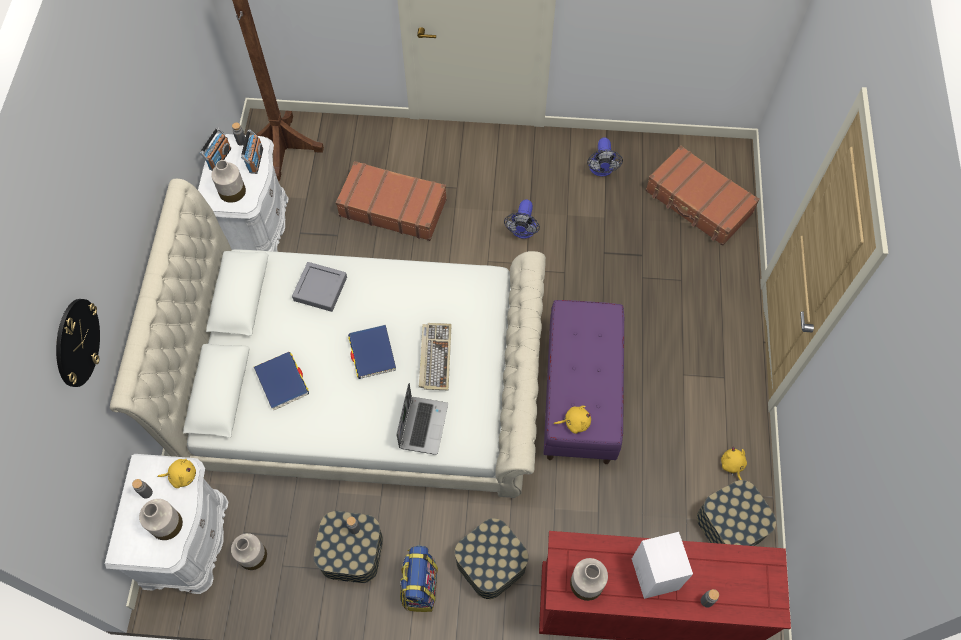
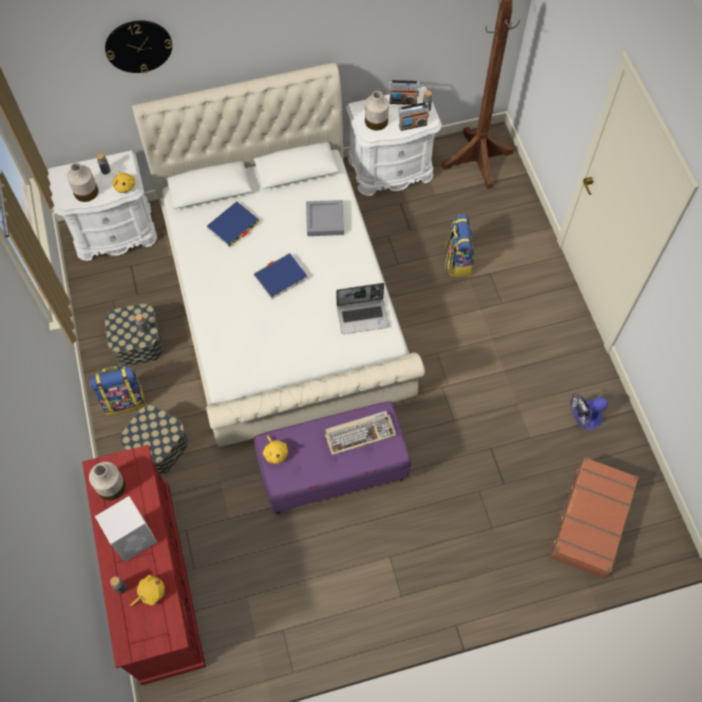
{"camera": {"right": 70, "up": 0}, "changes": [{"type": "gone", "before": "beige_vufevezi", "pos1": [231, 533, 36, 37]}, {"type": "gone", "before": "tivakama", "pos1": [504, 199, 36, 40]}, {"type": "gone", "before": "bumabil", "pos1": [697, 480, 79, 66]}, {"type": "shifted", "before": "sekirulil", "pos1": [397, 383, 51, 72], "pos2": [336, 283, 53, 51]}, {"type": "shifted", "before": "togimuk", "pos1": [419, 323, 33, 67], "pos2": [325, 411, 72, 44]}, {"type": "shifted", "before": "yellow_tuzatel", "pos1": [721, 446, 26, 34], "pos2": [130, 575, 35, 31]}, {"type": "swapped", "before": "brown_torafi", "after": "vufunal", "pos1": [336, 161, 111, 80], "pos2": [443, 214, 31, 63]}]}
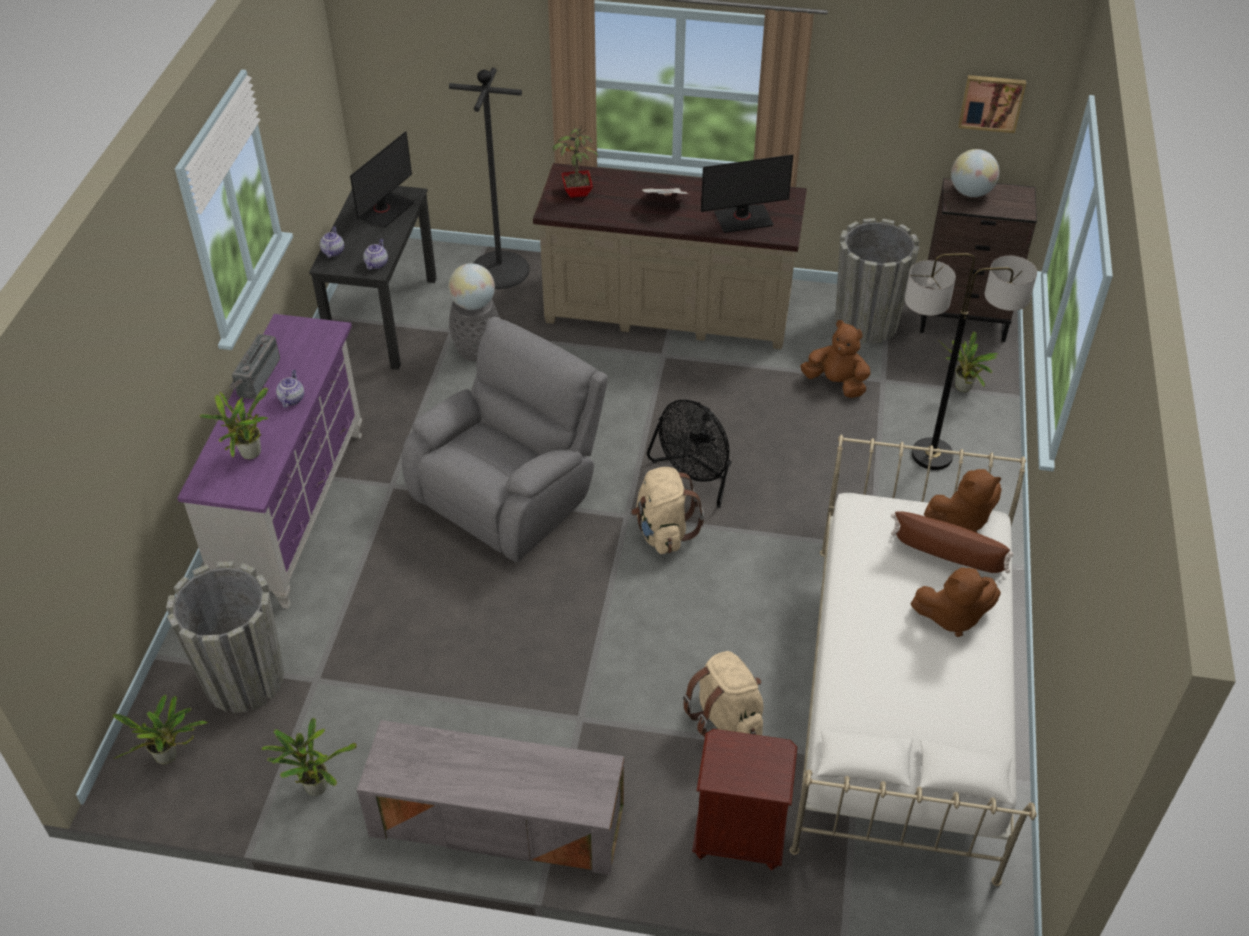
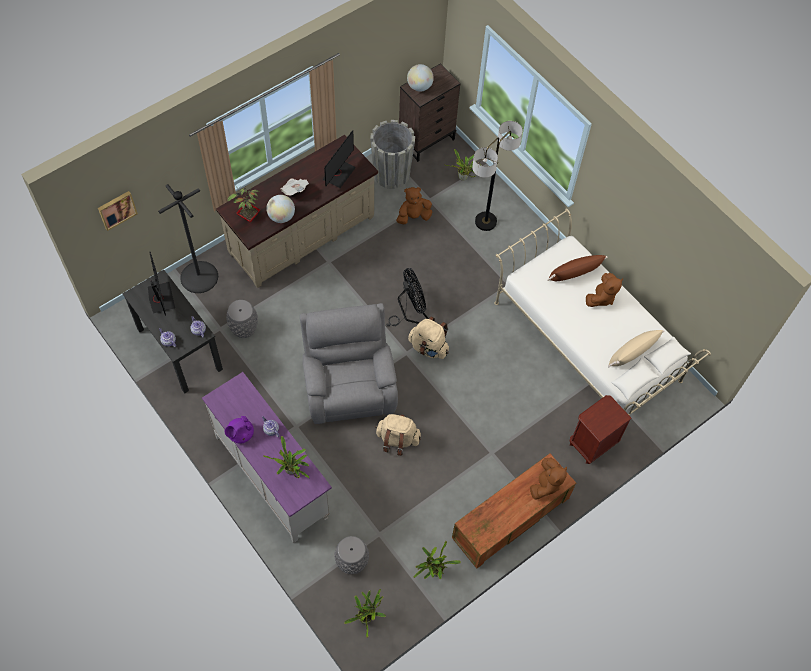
{"camera": {"right": -50, "up": 15}, "changes": [{"type": "new", "after": "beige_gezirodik", "pos2": [608, 330, 57, 37]}, {"type": "shifted", "before": "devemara", "pos1": [448, 263, 47, 47], "pos2": [266, 195, 29, 28]}, {"type": "shifted", "before": "beige_vufunal", "pos1": [683, 651, 80, 86], "pos2": [375, 414, 46, 42]}, {"type": "shifted", "before": "brown_tuzatel", "pos1": [924, 469, 78, 64], "pos2": [530, 458, 37, 42]}, {"type": "shifted", "before": "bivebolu", "pos1": [958, 75, 68, 58], "pos2": [98, 191, 40, 40]}, {"type": "swapped", "before": "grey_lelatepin", "after": "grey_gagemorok", "pos1": [166, 561, 118, 152], "pos2": [335, 536, 34, 38]}, {"type": "swapped", "before": "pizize", "after": "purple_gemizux", "pos1": [229, 334, 51, 65], "pos2": [224, 416, 30, 28]}, {"type": "repainted", "before": "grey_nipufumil", "after": "brown_nipufumil", "pos1": [357, 720, 267, 155], "pos2": [452, 453, 124, 116]}, {"type": "rotated", "before": "black_tivakama", "pos1": [647, 400, 85, 108], "pos2": [385, 268, 44, 58], "turn": -105}]}
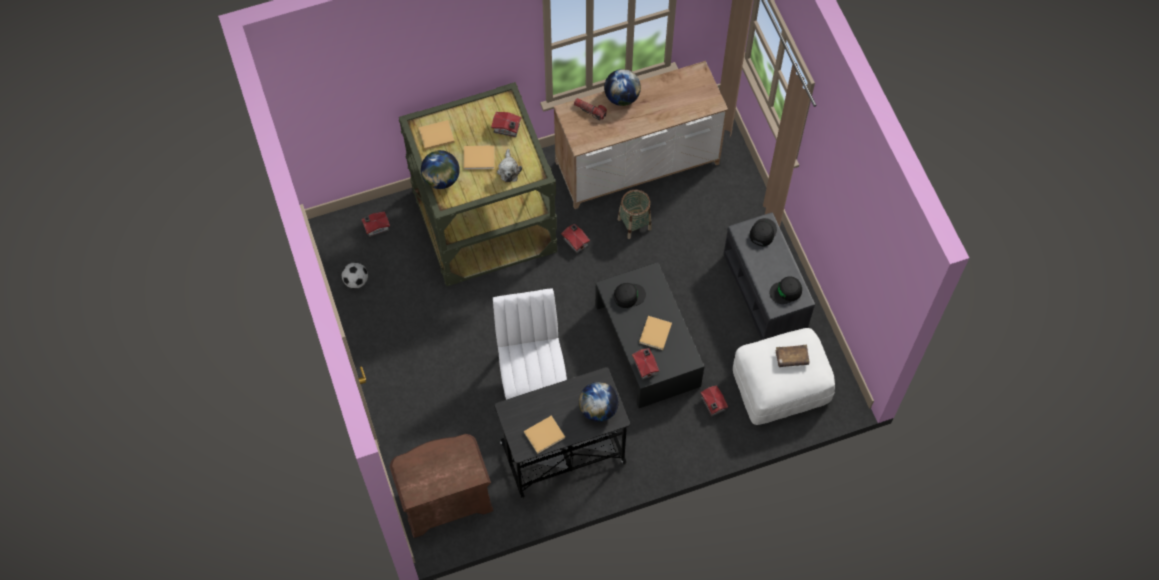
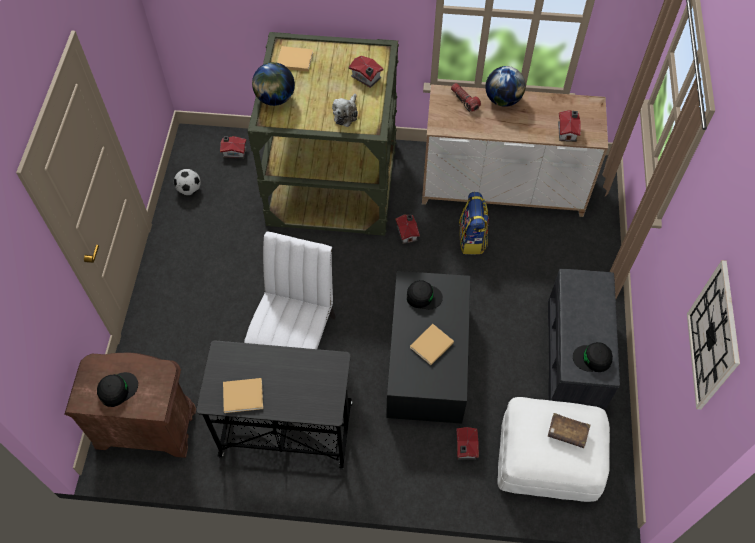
{"camera": {"right": 25, "up": -5}, "changes": [{"type": "gone", "before": "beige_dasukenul", "pos1": [464, 145, 31, 25]}, {"type": "gone", "before": "devemara", "pos1": [579, 382, 40, 40]}, {"type": "new", "after": "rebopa", "pos2": [687, 260, 53, 150]}, {"type": "shifted", "before": "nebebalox", "pos1": [632, 348, 27, 32], "pos2": [558, 110, 22, 32]}, {"type": "shifted", "before": "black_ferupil", "pos1": [750, 218, 27, 29], "pos2": [97, 372, 41, 35]}, {"type": "swapped", "before": "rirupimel", "after": "vufunal", "pos1": [618, 190, 34, 49], "pos2": [459, 192, 30, 62]}]}
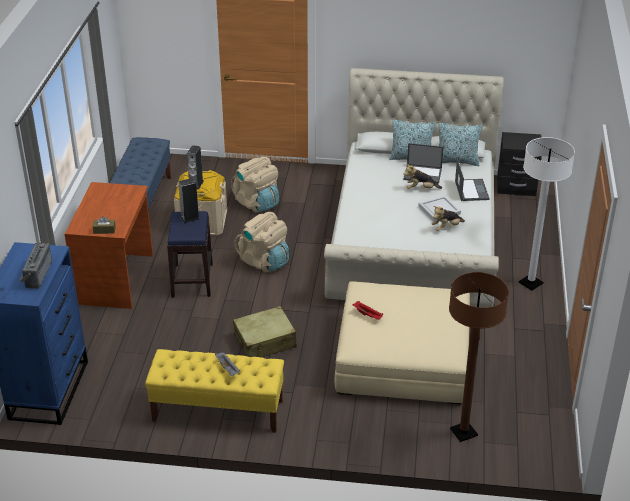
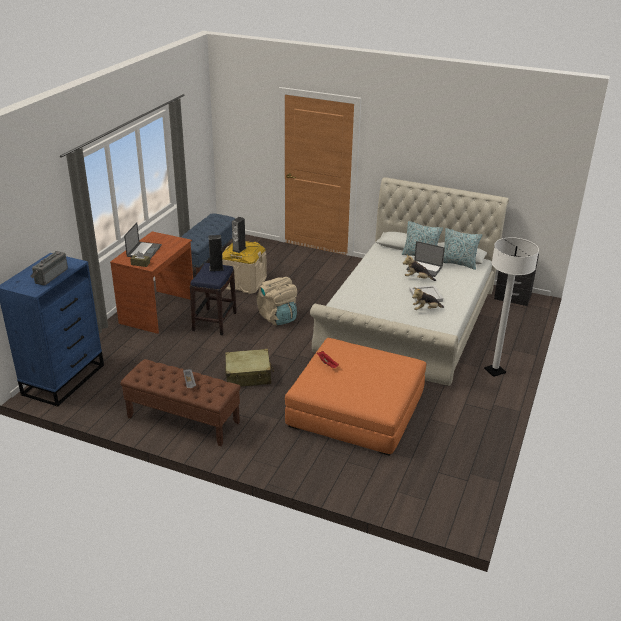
{"camera": {"right": 15, "up": -5}, "changes": [{"type": "gone", "before": "beige_vufunal", "pos1": [231, 157, 48, 56]}, {"type": "gone", "before": "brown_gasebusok", "pos1": [449, 272, 60, 170]}, {"type": "shifted", "before": "sekirulil", "pos1": [455, 159, 35, 42], "pos2": [124, 222, 38, 37]}, {"type": "repainted", "before": "yellow_nipufumil", "after": "brown_nipufumil", "pos1": [145, 349, 139, 84], "pos2": [120, 359, 121, 87]}, {"type": "repainted", "before": "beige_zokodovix", "after": "orange_zokodovix", "pos1": [335, 281, 135, 124], "pos2": [285, 338, 141, 118]}]}
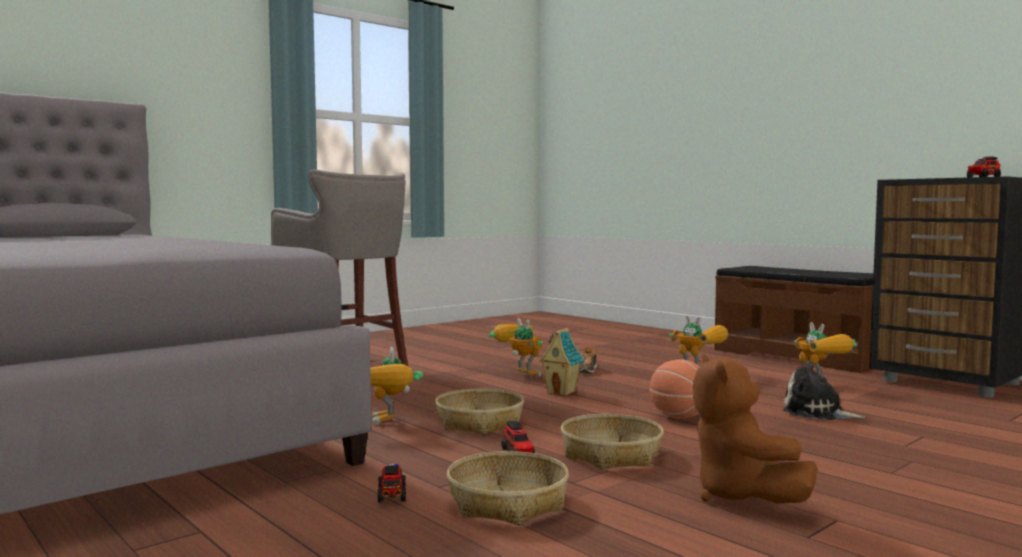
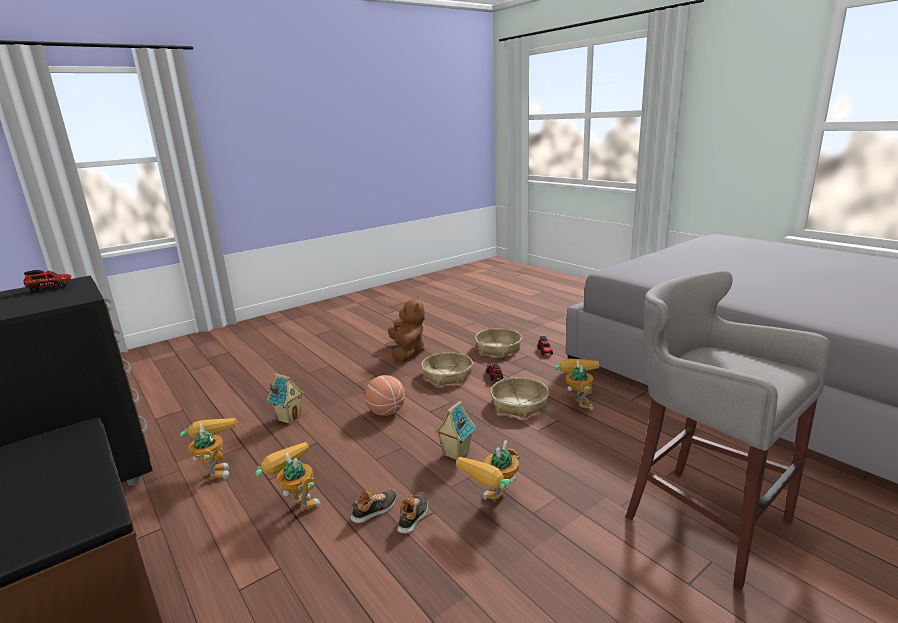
{"camera": {"right": -175, "up": 15}, "changes": [{"type": "new", "after": "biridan", "pos2": [350, 489, 47, 35]}, {"type": "swapped", "before": "tuzatel", "after": "nebebalox", "pos1": [783, 362, 82, 58], "pos2": [267, 374, 37, 50]}, {"type": "rotated", "before": "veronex", "pos1": [489, 318, 54, 58], "pos2": [456, 440, 64, 60], "turn": 75}]}
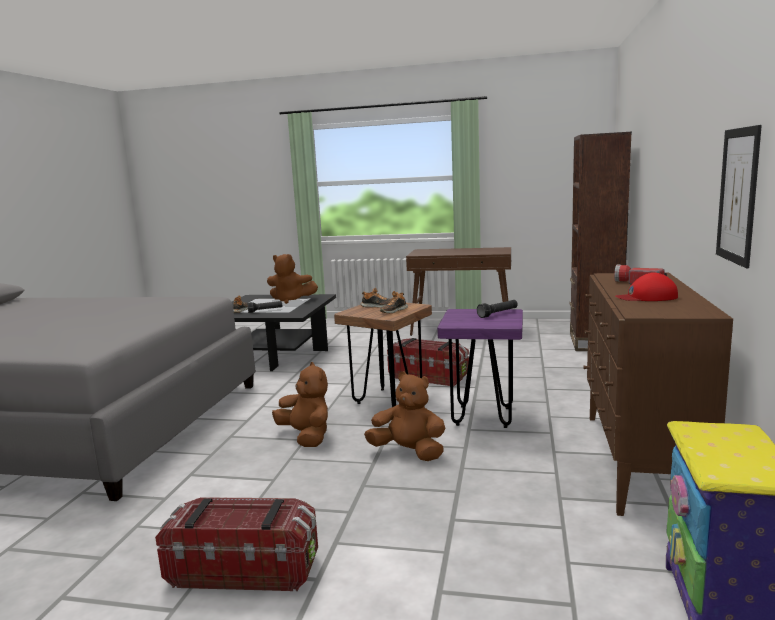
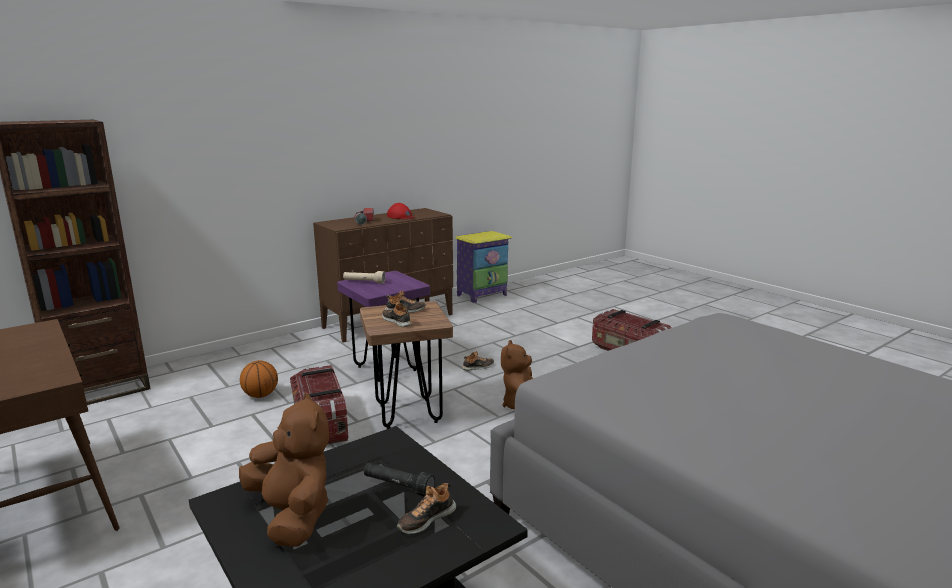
{"camera": {"right": -140, "up": 5}, "changes": [{"type": "gone", "before": "bivebolu", "pos1": [716, 125, 46, 143]}, {"type": "new", "after": "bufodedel", "pos2": [240, 360, 38, 38]}, {"type": "swapped", "before": "brown_tuzatel", "after": "biridan", "pos1": [364, 371, 81, 90], "pos2": [462, 351, 32, 20]}, {"type": "repainted", "before": "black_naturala", "after": "beige_naturala", "pos1": [477, 300, 41, 18], "pos2": [343, 271, 42, 13]}]}
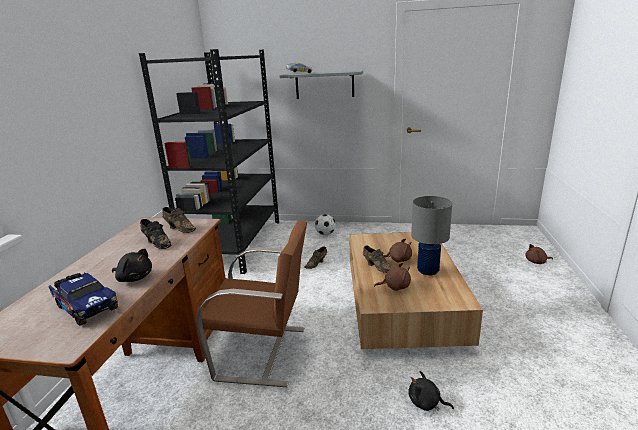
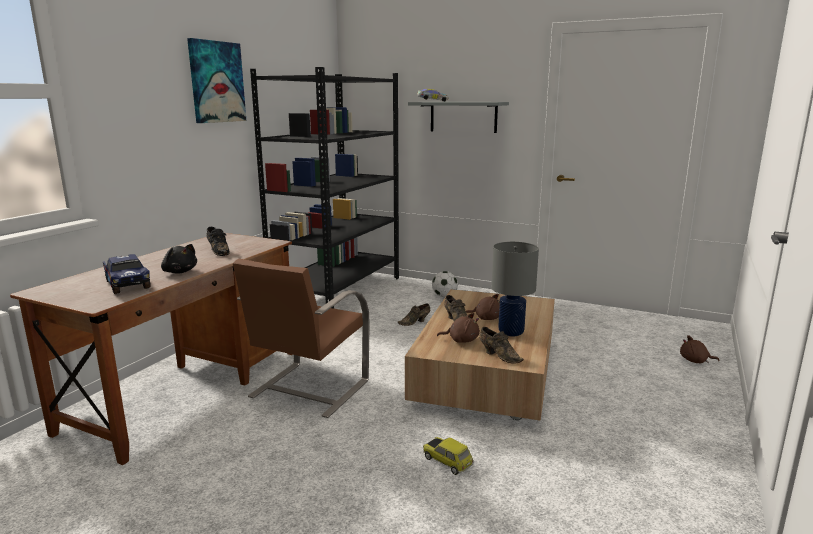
{"camera": {"right": 15, "up": -5}, "changes": [{"type": "new", "after": "bivebolu", "pos2": [187, 38, 59, 85]}, {"type": "shifted", "before": "brown_biridan", "pos1": [162, 207, 34, 26], "pos2": [479, 327, 45, 37]}, {"type": "swapped", "before": "black_tuzatel", "after": "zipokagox", "pos1": [408, 371, 46, 40], "pos2": [423, 437, 51, 38]}, {"type": "rotated", "before": "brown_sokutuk", "pos1": [196, 220, 111, 167], "pos2": [233, 259, 137, 159], "turn": 90}]}
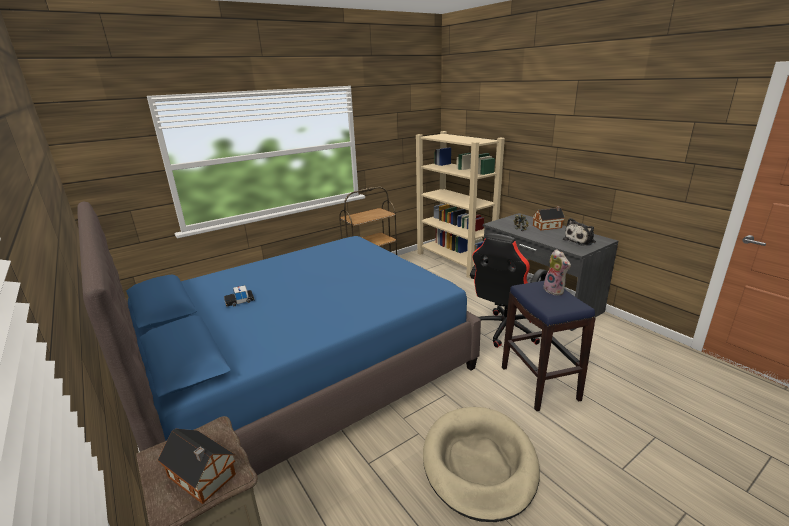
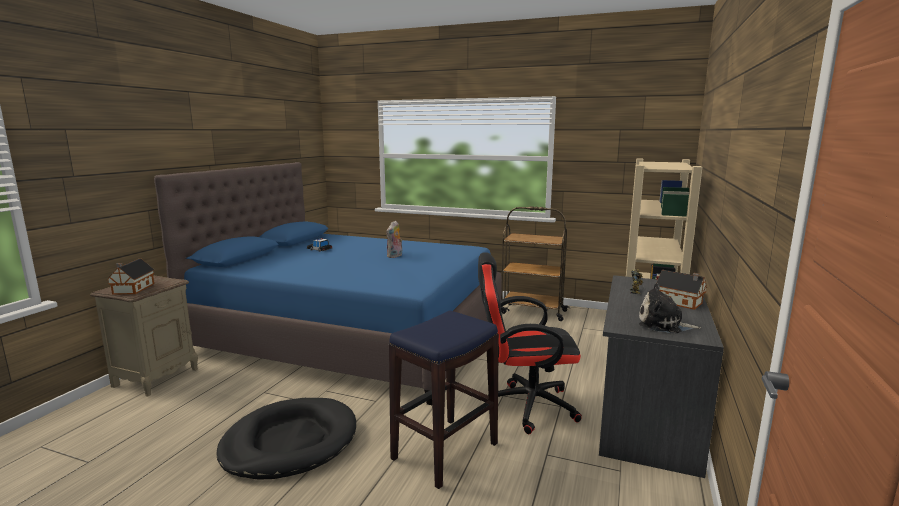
{"camera": {"right": 55, "up": -10}, "changes": [{"type": "shifted", "before": "tuzatel", "pos1": [544, 249, 27, 46], "pos2": [386, 220, 16, 38]}, {"type": "repainted", "before": "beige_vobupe", "after": "black_vobupe", "pos1": [423, 407, 117, 115], "pos2": [216, 398, 140, 82]}]}
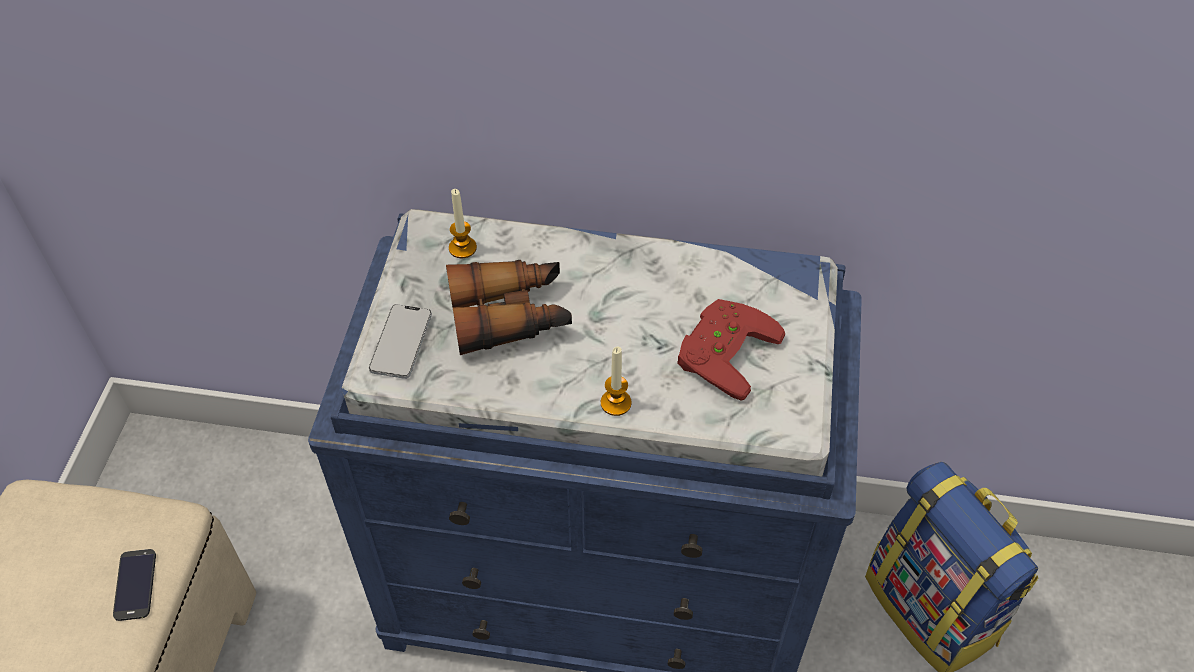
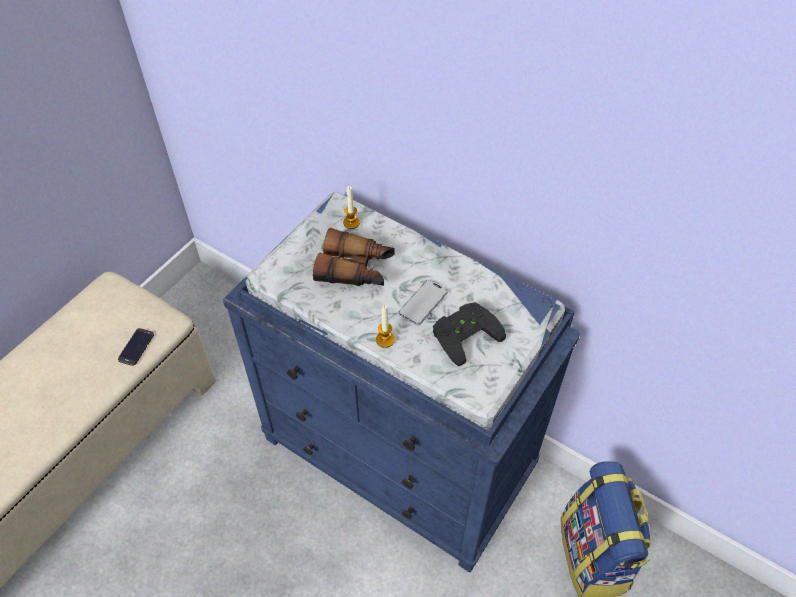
{"camera": {"right": 25, "up": 0}, "changes": [{"type": "shifted", "before": "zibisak", "pos1": [369, 304, 63, 75], "pos2": [398, 280, 50, 46]}, {"type": "repainted", "before": "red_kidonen", "after": "black_kidonen", "pos1": [677, 299, 108, 102], "pos2": [433, 302, 73, 64]}]}
